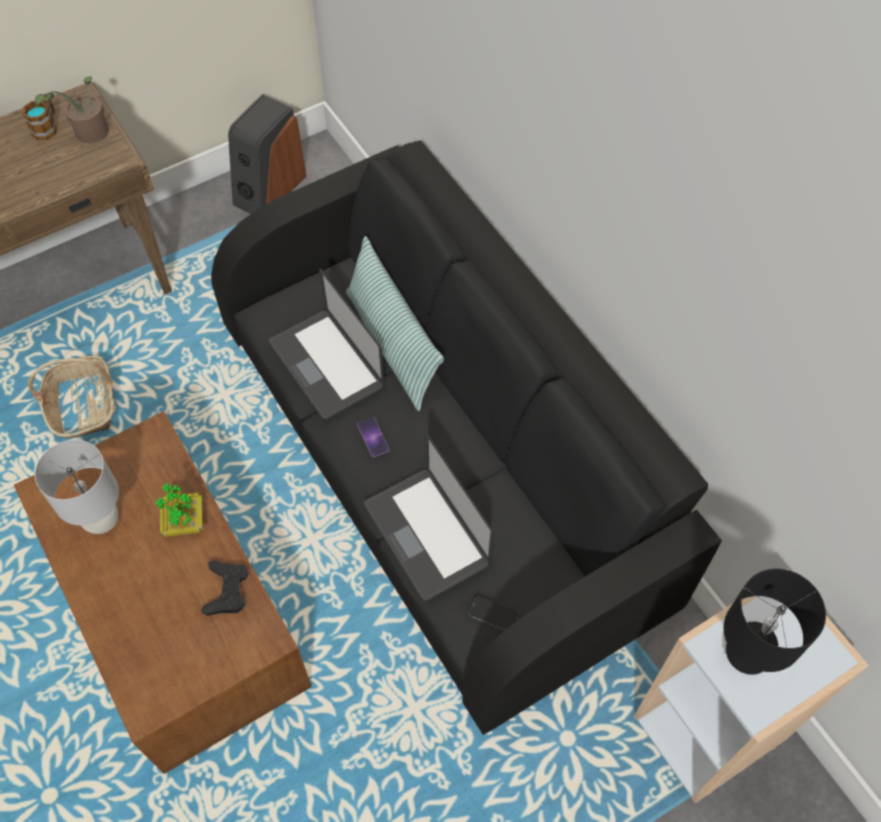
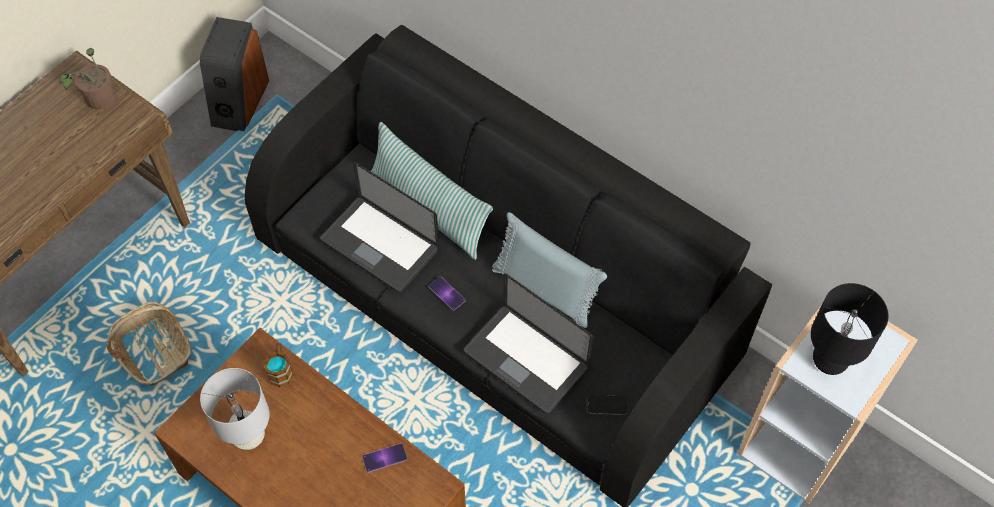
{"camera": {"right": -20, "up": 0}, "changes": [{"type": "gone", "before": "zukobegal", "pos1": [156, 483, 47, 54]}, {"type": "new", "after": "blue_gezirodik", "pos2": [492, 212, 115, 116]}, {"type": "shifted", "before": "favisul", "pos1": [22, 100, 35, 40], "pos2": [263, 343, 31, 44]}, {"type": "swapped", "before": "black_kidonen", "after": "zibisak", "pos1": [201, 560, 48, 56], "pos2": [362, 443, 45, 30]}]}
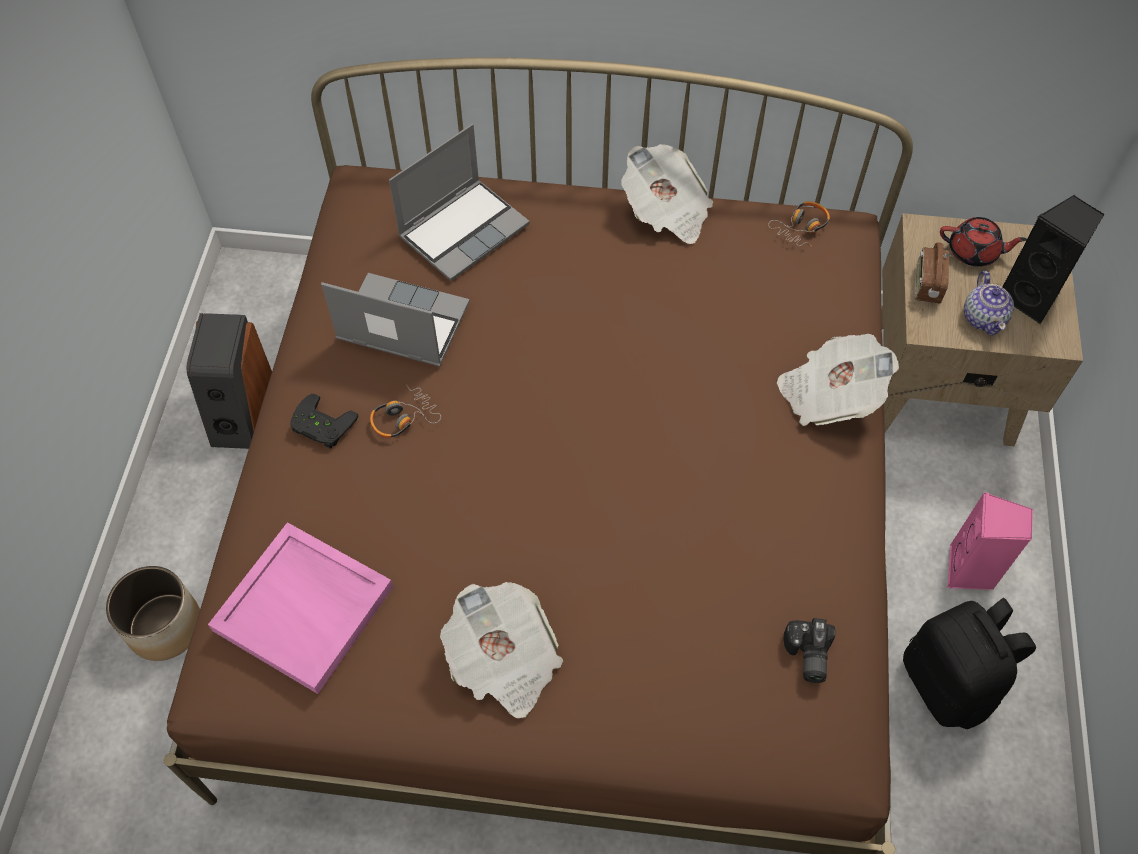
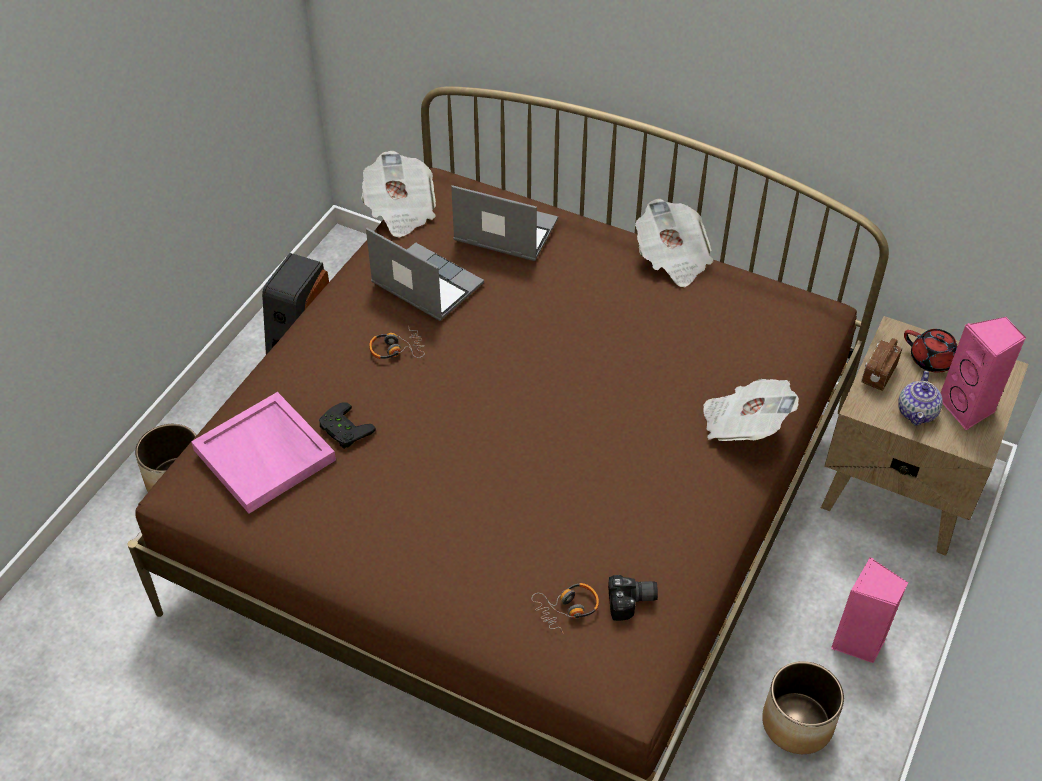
{"camera": {"right": 20, "up": -10}, "changes": [{"type": "shifted", "before": "black_kidonen", "pos1": [290, 394, 68, 55], "pos2": [319, 402, 57, 47]}, {"type": "shifted", "before": "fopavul", "pos1": [440, 582, 123, 136], "pos2": [362, 151, 74, 87]}, {"type": "shifted", "before": "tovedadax", "pos1": [768, 201, 62, 46], "pos2": [532, 583, 67, 51]}, {"type": "swapped", "before": "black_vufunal", "after": "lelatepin", "pos1": [903, 598, 133, 131], "pos2": [762, 661, 82, 93]}, {"type": "repainted", "before": "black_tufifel", "after": "pink_tufifel", "pos1": [1003, 195, 101, 129], "pos2": [941, 317, 85, 113]}, {"type": "rotated", "before": "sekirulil", "pos1": [389, 124, 141, 157], "pos2": [451, 185, 107, 76], "turn": -135}, {"type": "rotated", "before": "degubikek", "pos1": [784, 618, 51, 65], "pos2": [608, 575, 50, 46], "turn": -120}]}
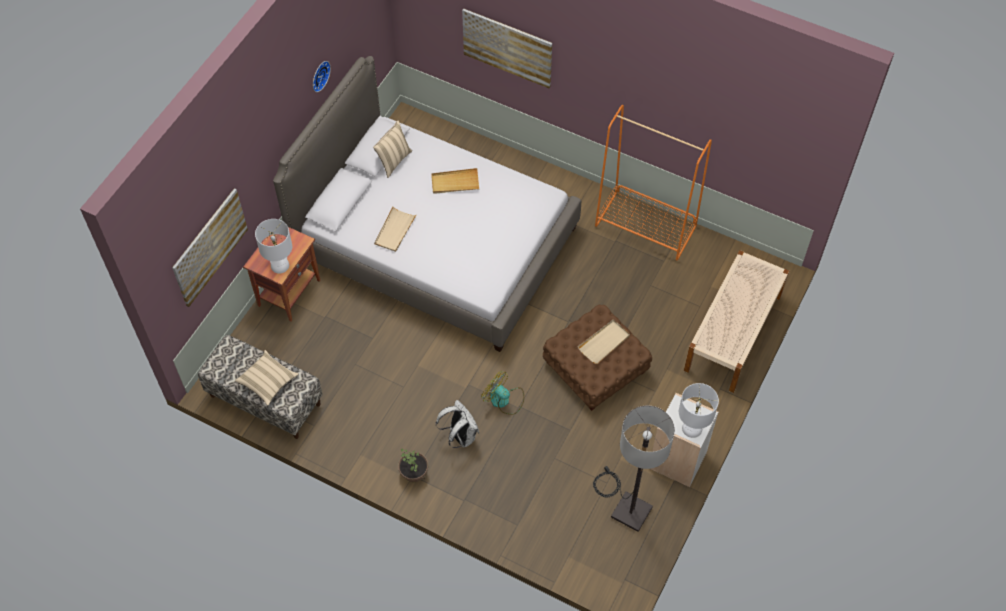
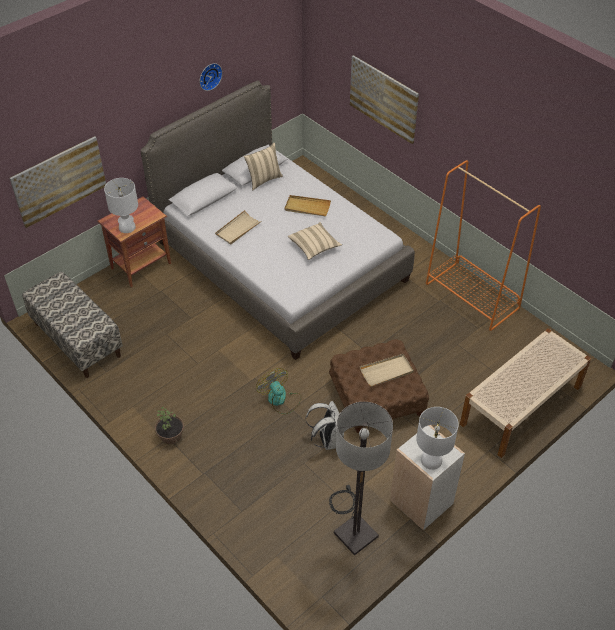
{"camera": {"right": 20, "up": -10}, "changes": [{"type": "shifted", "before": "beige_gezirodik", "pos1": [235, 350, 64, 56], "pos2": [288, 222, 54, 38]}, {"type": "shifted", "before": "white_vufunal", "pos1": [436, 400, 43, 48], "pos2": [305, 401, 39, 49]}]}
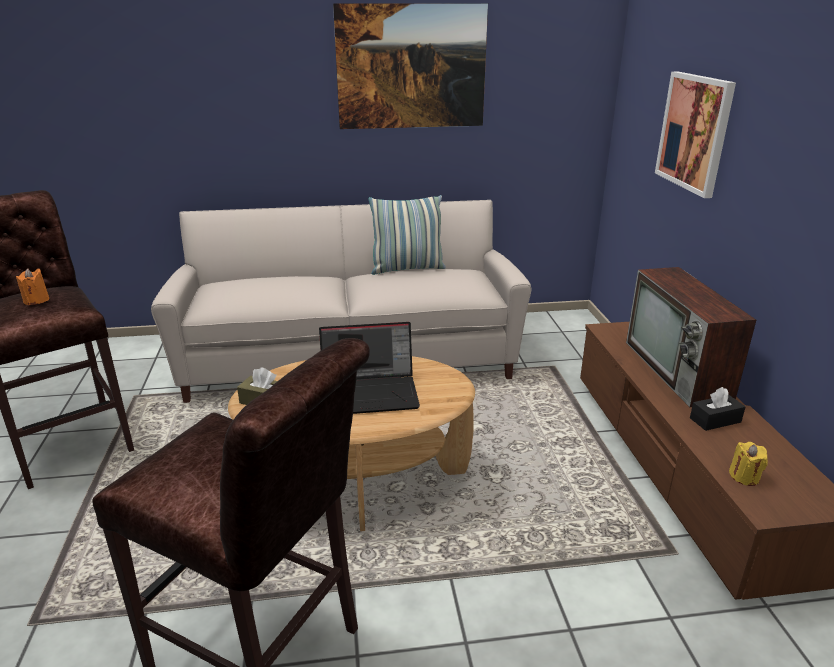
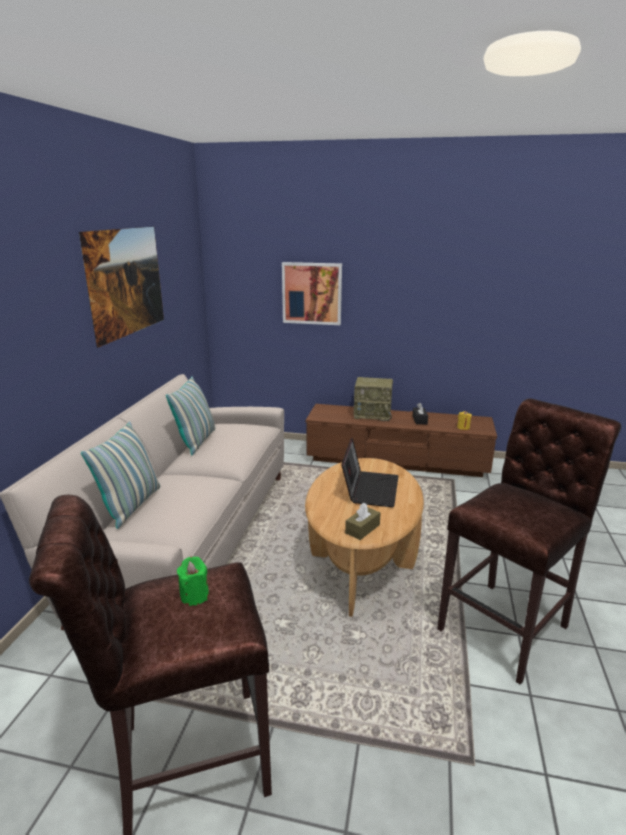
{"camera": {"right": -70, "up": -5}, "changes": [{"type": "new", "after": "gezirodik", "pos2": [81, 422, 79, 107]}, {"type": "swapped", "before": "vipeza", "after": "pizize", "pos1": [626, 267, 130, 140], "pos2": [354, 377, 39, 44]}, {"type": "repainted", "before": "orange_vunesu", "after": "green_vunesu", "pos1": [16, 268, 33, 37], "pos2": [177, 557, 32, 49]}]}
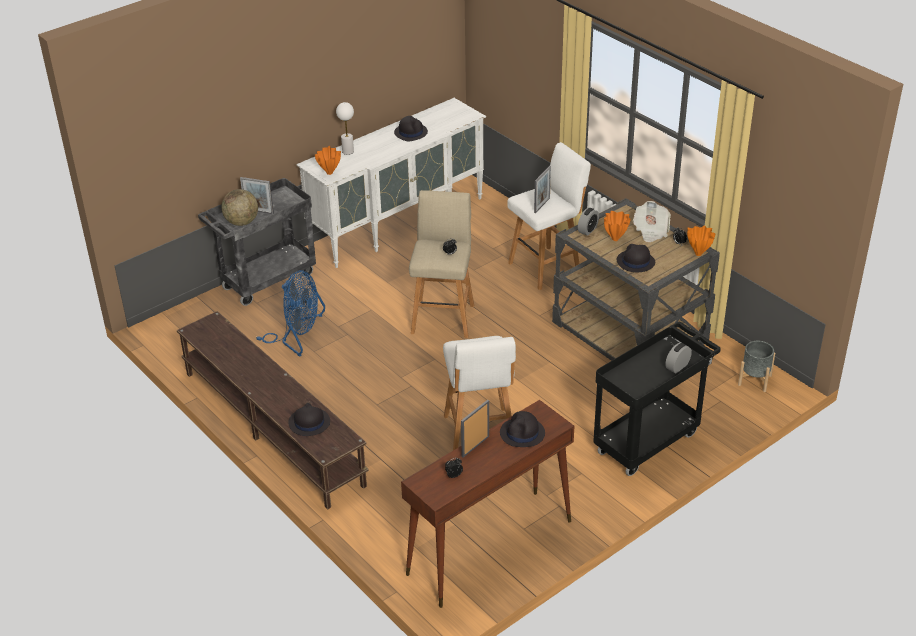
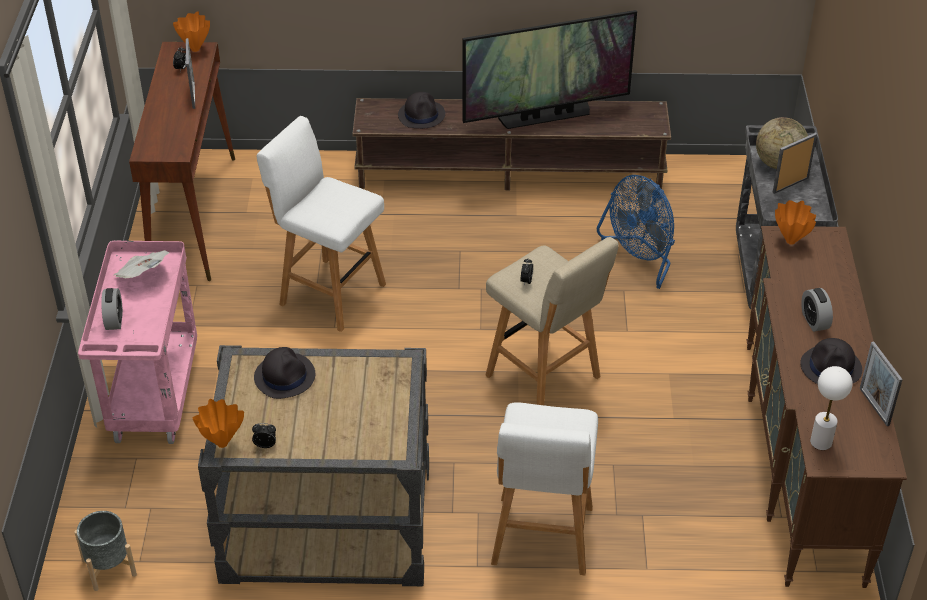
{"camera": {"right": 130, "up": 5}, "changes": [{"type": "gone", "before": "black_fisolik", "pos1": [500, 411, 45, 36]}, {"type": "new", "after": "vipeza", "pos2": [463, 10, 174, 119]}, {"type": "shifted", "before": "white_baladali", "pos1": [336, 102, 18, 53], "pos2": [810, 366, 42, 84]}, {"type": "shifted", "before": "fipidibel", "pos1": [534, 166, 17, 47], "pos2": [859, 341, 44, 85]}, {"type": "shifted", "before": "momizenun", "pos1": [578, 208, 21, 28], "pos2": [801, 288, 32, 44]}, {"type": "shifted", "before": "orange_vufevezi", "pos1": [604, 211, 27, 30], "pos2": [173, 12, 37, 40]}, {"type": "shifted", "before": "fopavul", "pos1": [633, 201, 38, 41], "pos2": [114, 250, 56, 28]}, {"type": "repainted", "before": "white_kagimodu", "after": "brown_kagimodu", "pos1": [296, 98, 190, 170], "pos2": [746, 226, 161, 362]}, {"type": "repainted", "before": "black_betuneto", "after": "pink_betuneto", "pos1": [593, 322, 128, 154], "pos2": [78, 241, 119, 203]}]}
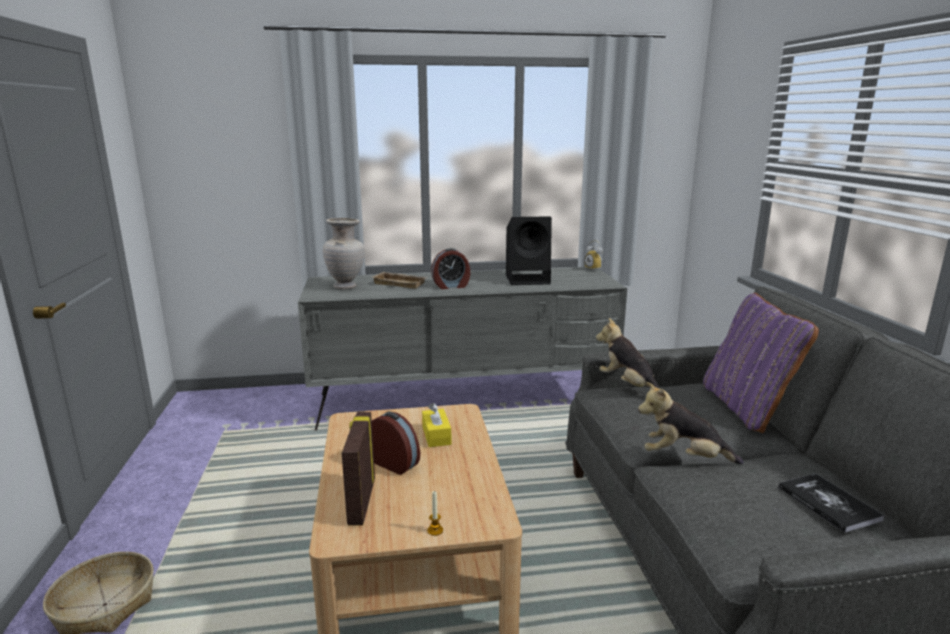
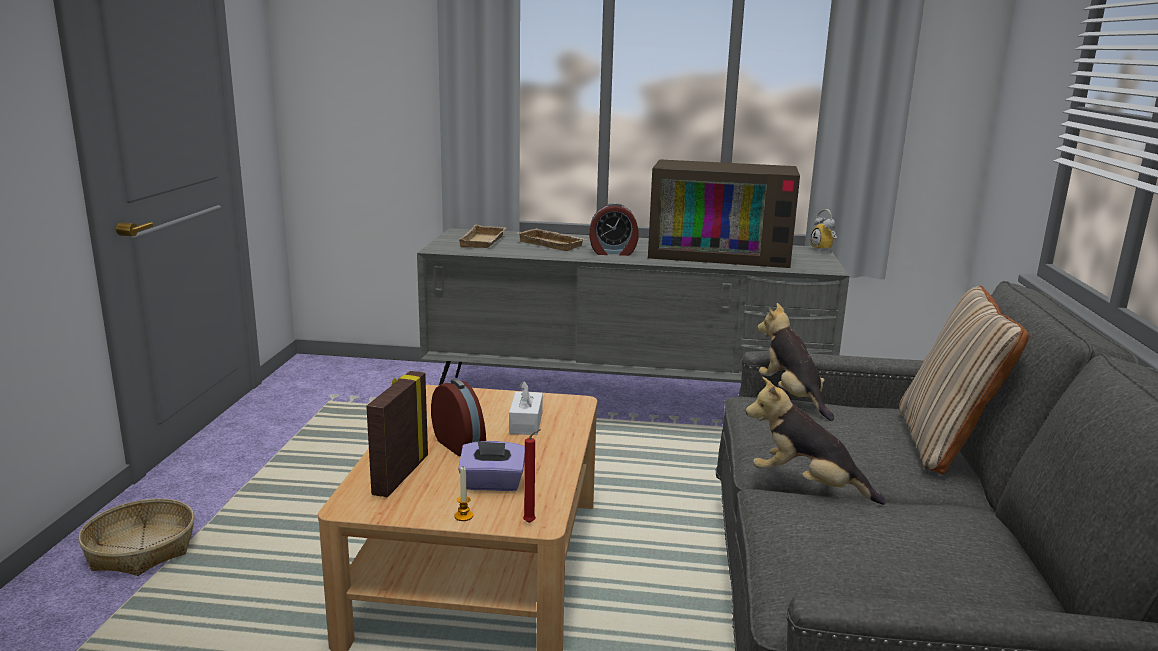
{"camera": {"right": 15, "up": 0}, "changes": [{"type": "gone", "before": "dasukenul", "pos1": [779, 473, 105, 60]}, {"type": "new", "after": "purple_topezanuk", "pos2": [458, 441, 67, 50]}, {"type": "new", "after": "red_vunesu", "pos2": [523, 429, 18, 94]}, {"type": "swapped", "before": "beige_vufevezi", "after": "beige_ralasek", "pos1": [323, 218, 42, 71], "pos2": [457, 225, 50, 23]}, {"type": "swapped", "before": "black_tufifel", "after": "vipeza", "pos1": [506, 216, 46, 69], "pos2": [648, 159, 152, 109]}, {"type": "repainted", "before": "yellow_topezanuk", "after": "white_topezanuk", "pos1": [422, 402, 30, 45], "pos2": [509, 381, 34, 54]}, {"type": "repainted", "before": "purple_gezirodik", "after": "beige_gezirodik", "pos1": [703, 293, 116, 140], "pos2": [899, 286, 130, 189]}]}
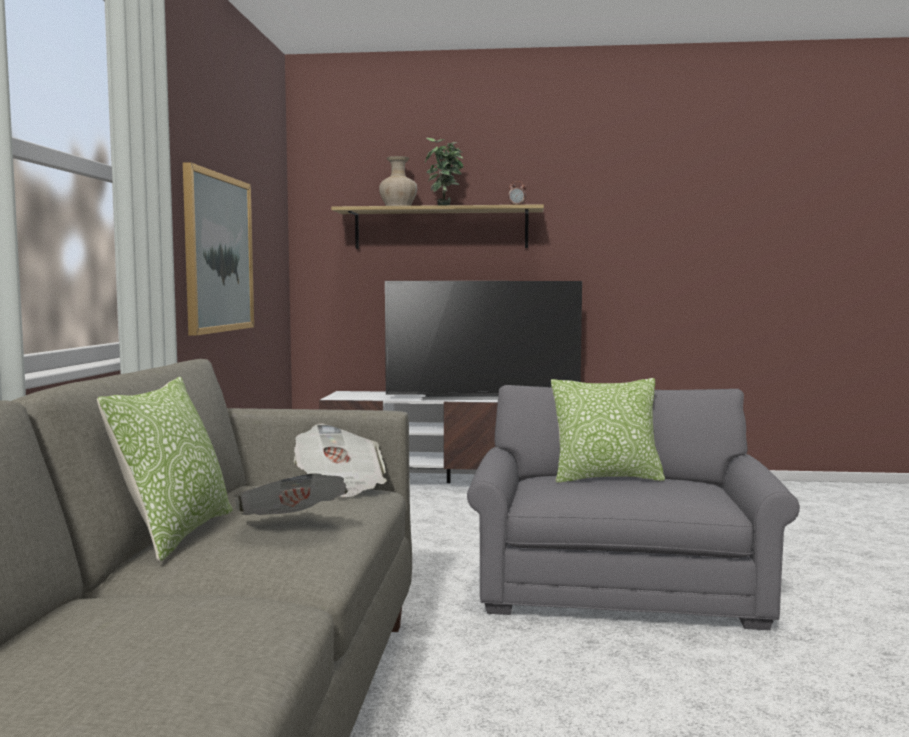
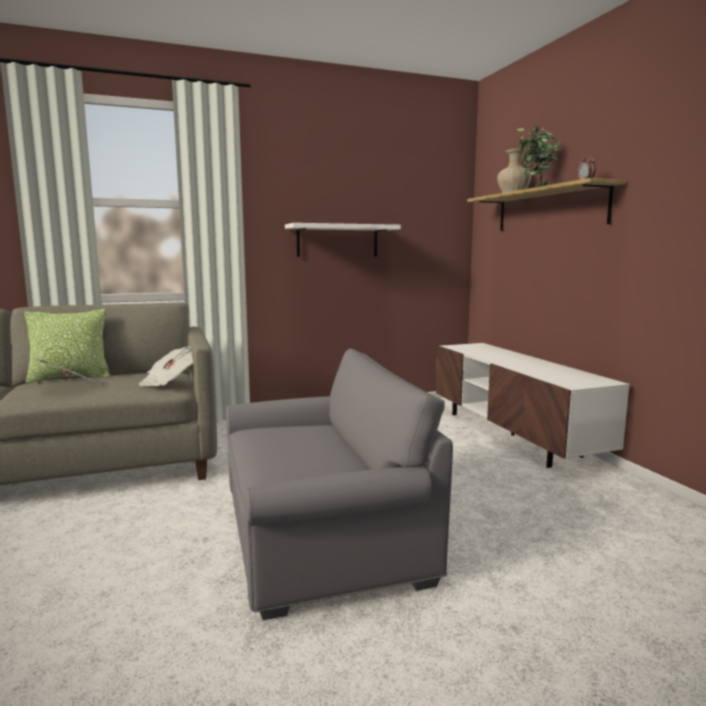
{"camera": {"right": 65, "up": 5}, "changes": [{"type": "gone", "before": "vipeza", "pos1": [385, 281, 197, 119]}, {"type": "gone", "before": "gezirodik", "pos1": [551, 378, 114, 105]}, {"type": "swapped", "before": "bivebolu", "after": "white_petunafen", "pos1": [183, 162, 71, 174], "pos2": [285, 223, 116, 34]}]}
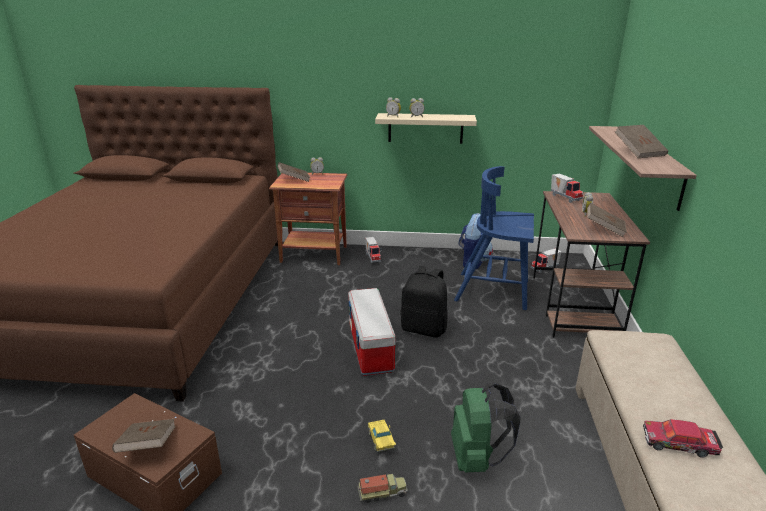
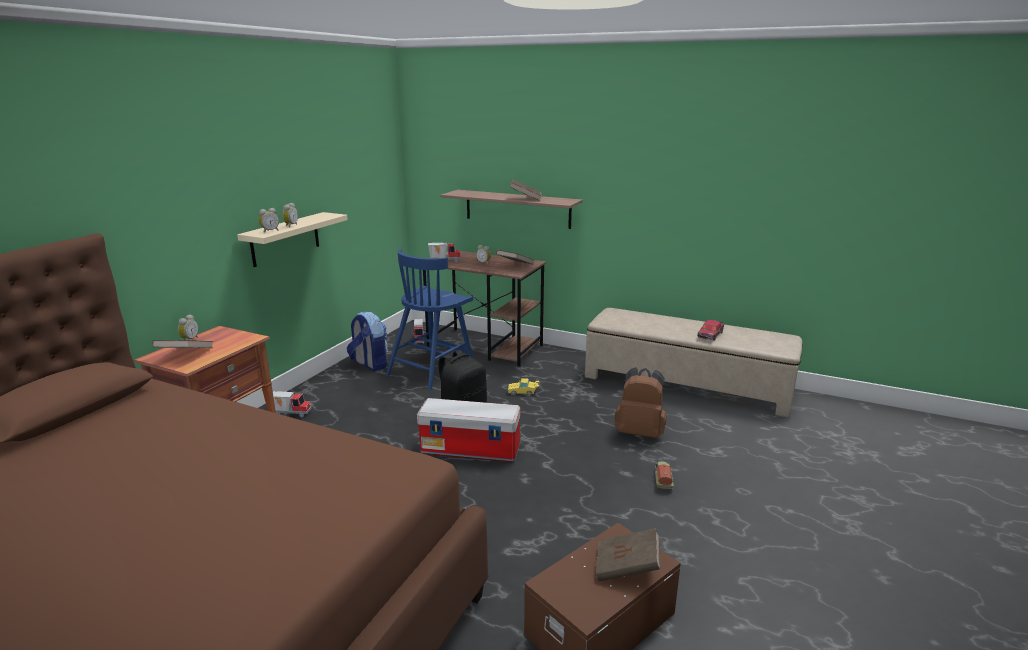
{"camera": {"right": -70, "up": -5}, "changes": [{"type": "shifted", "before": "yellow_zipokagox", "pos1": [368, 420, 28, 32], "pos2": [508, 378, 31, 18]}, {"type": "repainted", "before": "green_vufunal", "after": "brown_vufunal", "pos1": [451, 382, 69, 90], "pos2": [615, 367, 51, 71]}]}
